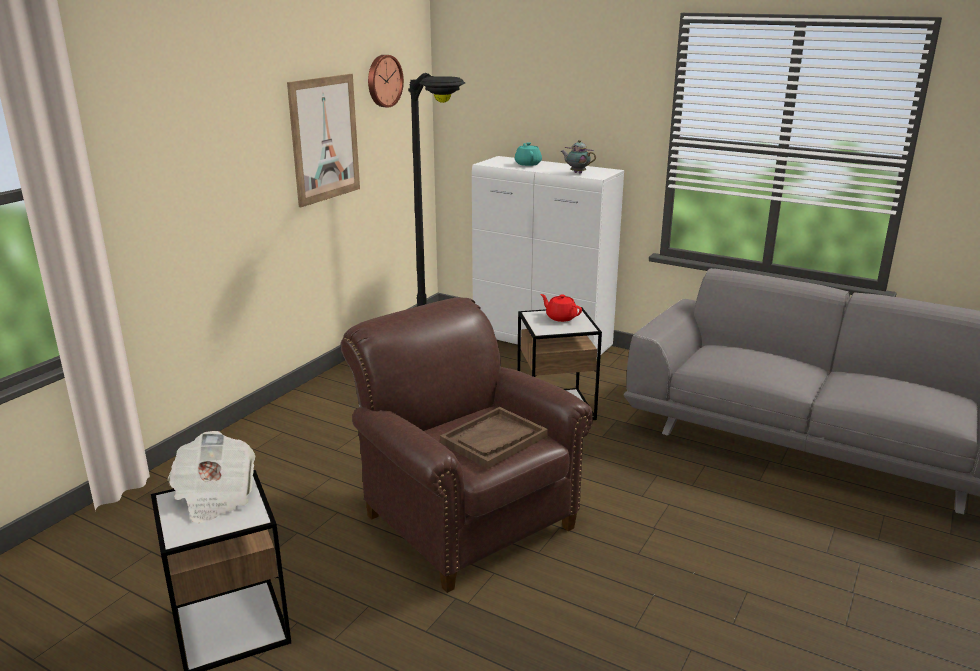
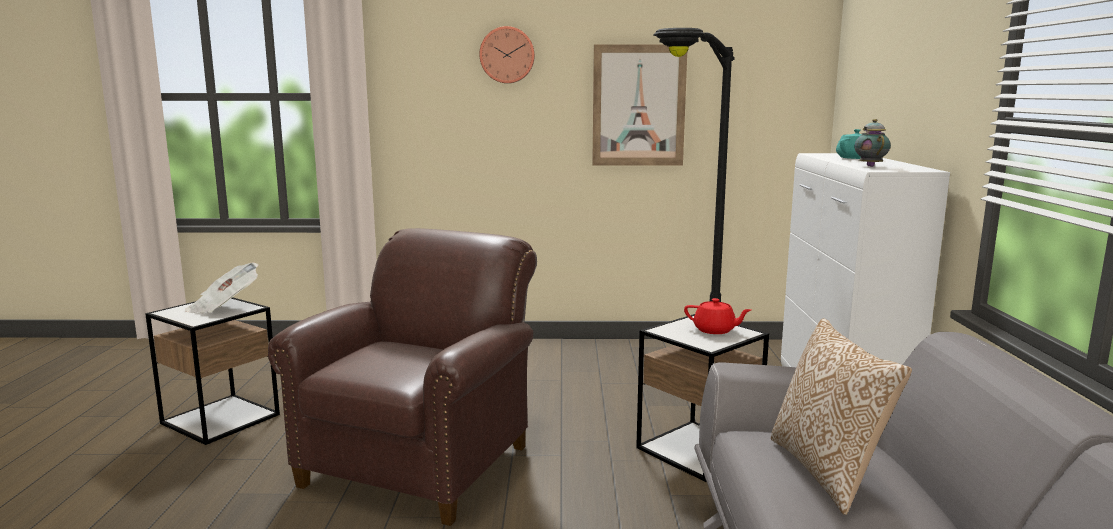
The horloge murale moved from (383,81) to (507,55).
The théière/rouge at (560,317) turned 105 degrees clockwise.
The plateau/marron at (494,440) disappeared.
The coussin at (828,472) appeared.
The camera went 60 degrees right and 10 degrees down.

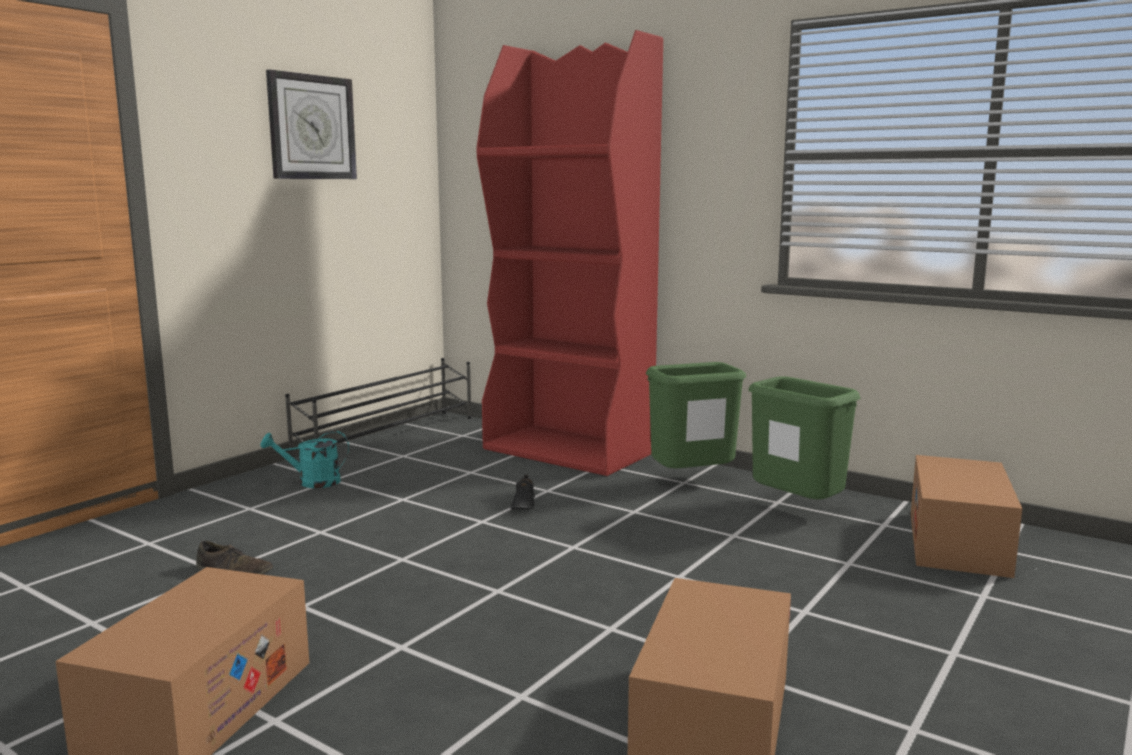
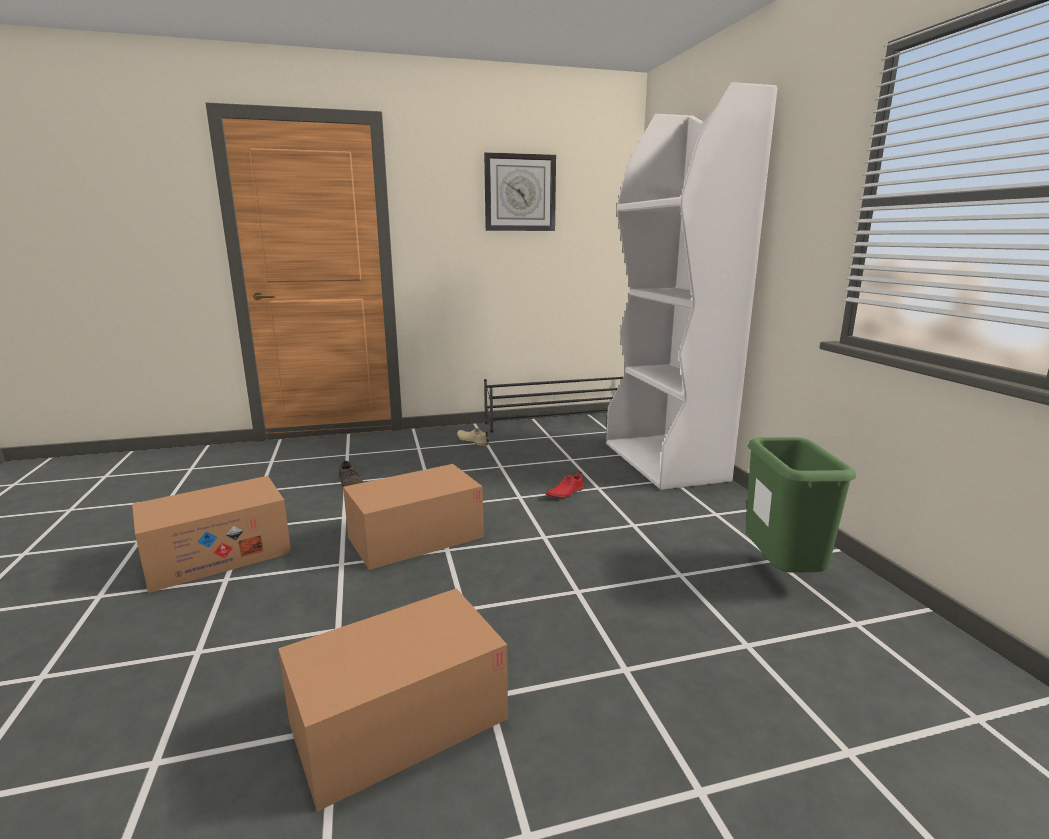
The bibliothèque/rouge at (569,451) became the bibliothèque/blanc at (665,462).
The poubelle/vert at (692,482) disappeared.
The arrosoir/turquoise at (311,482) was replaced by the chaussure/beige at (472,441).
The carton moved from (958,543) to (416,537).
The chaussure/noir at (523,504) became the chaussure/rouge at (565,493).
The camera went 40 degrees right and 5 degrees up.

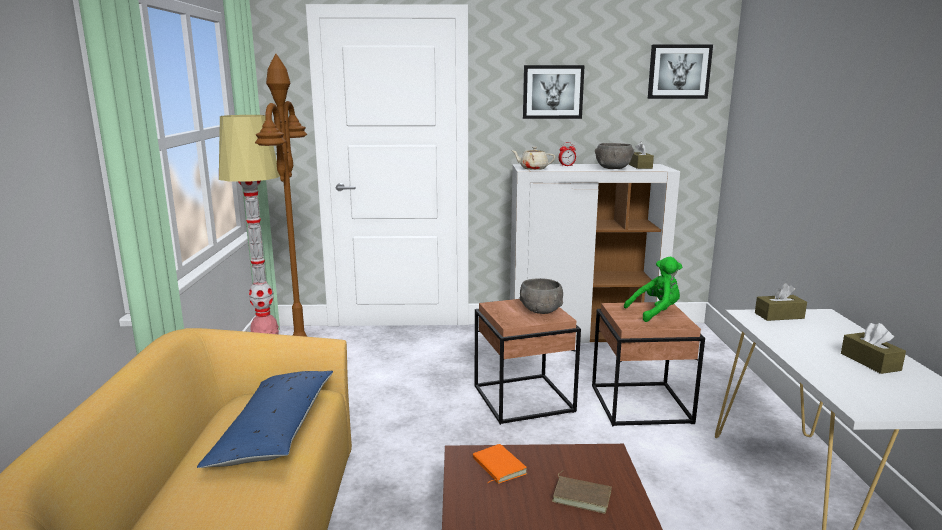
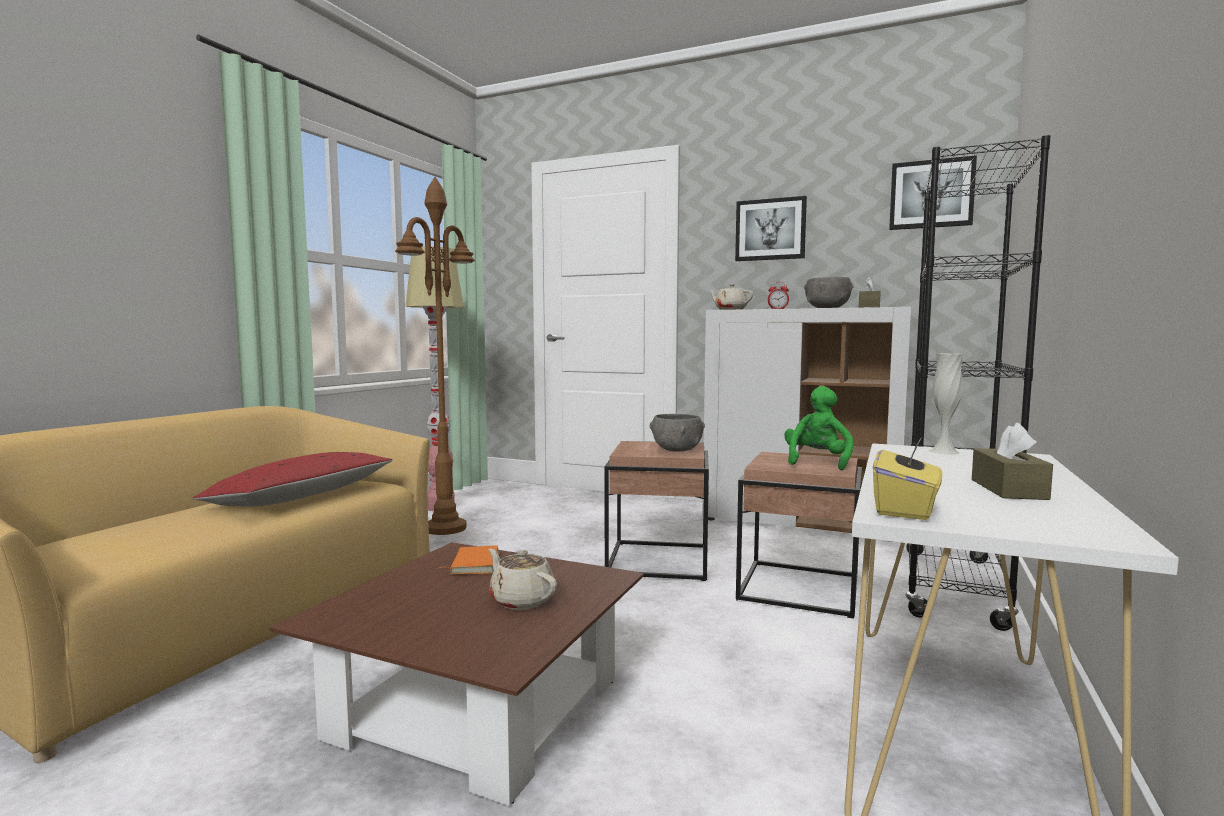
The peluche/vert at (655,312) turned 75 degrees counterclockwise.
The boîte à mouchoirs/marron at (779,316) was replaced by the vase/blanc at (943,451).
The coussin/bleu at (275,431) became the coussin/rouge at (302,497).
The livre/marron at (582,496) was replaced by the théière/beige at (521,600).
The bibliothèque/noir at (952,587) appeared.
The boîte à mouchoirs/jaune at (905,509) appeared.
The camera went 25 degrees right and 10 degrees down.

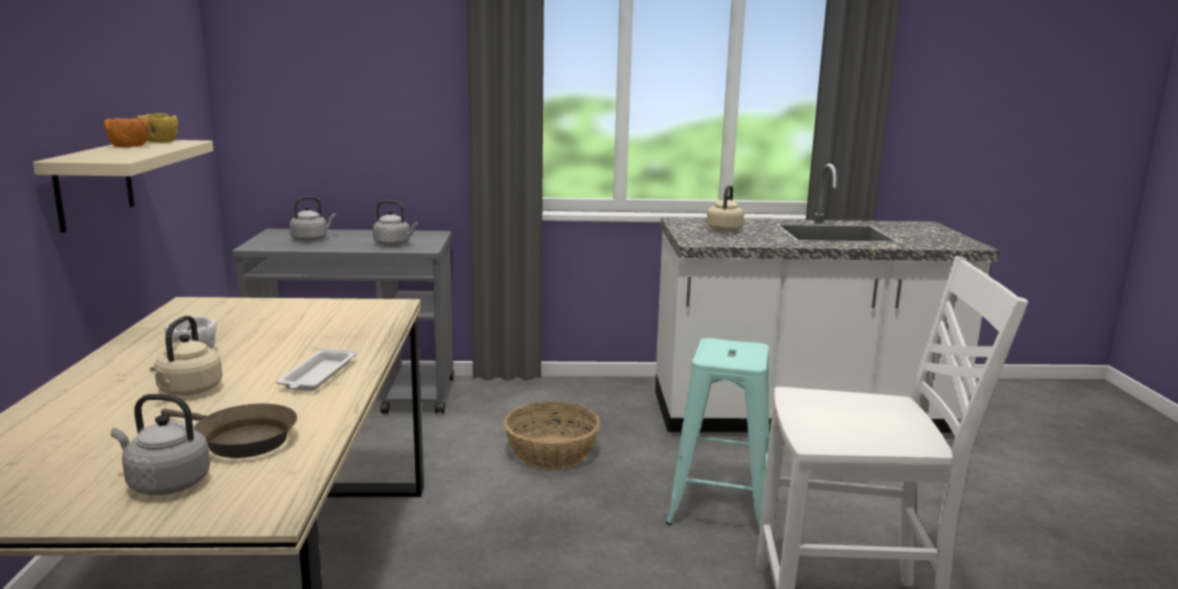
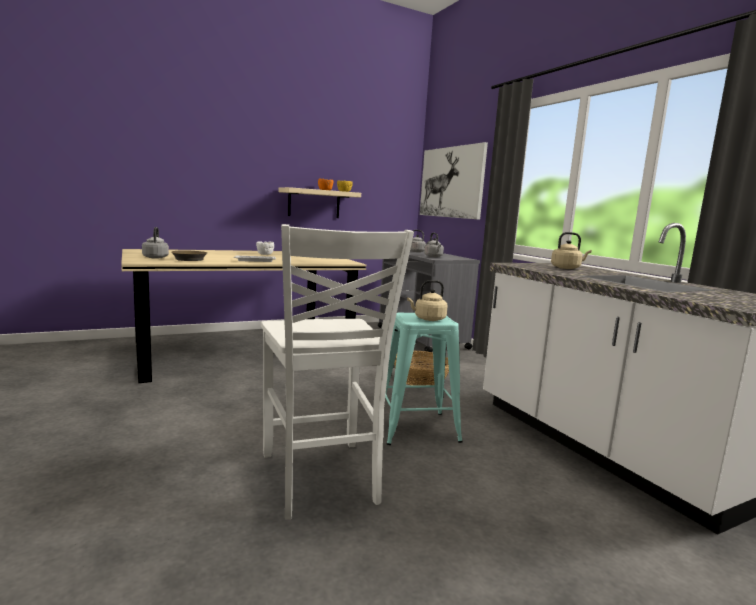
The bouilloire/beige moved from (188,391) to (428,319).
The tableau at (451,182) appeared.
The camera went 65 degrees right and 5 degrees down.

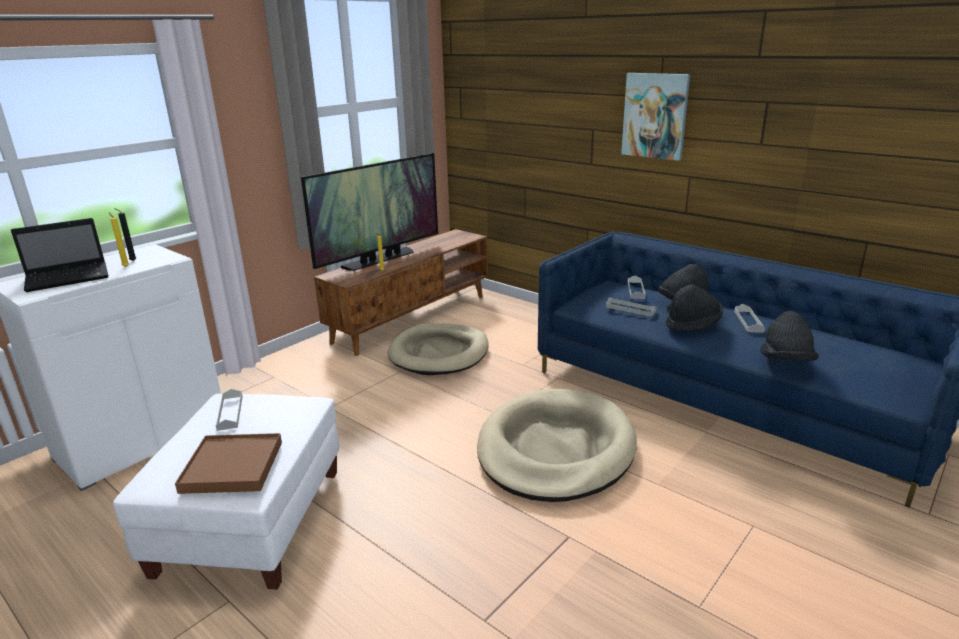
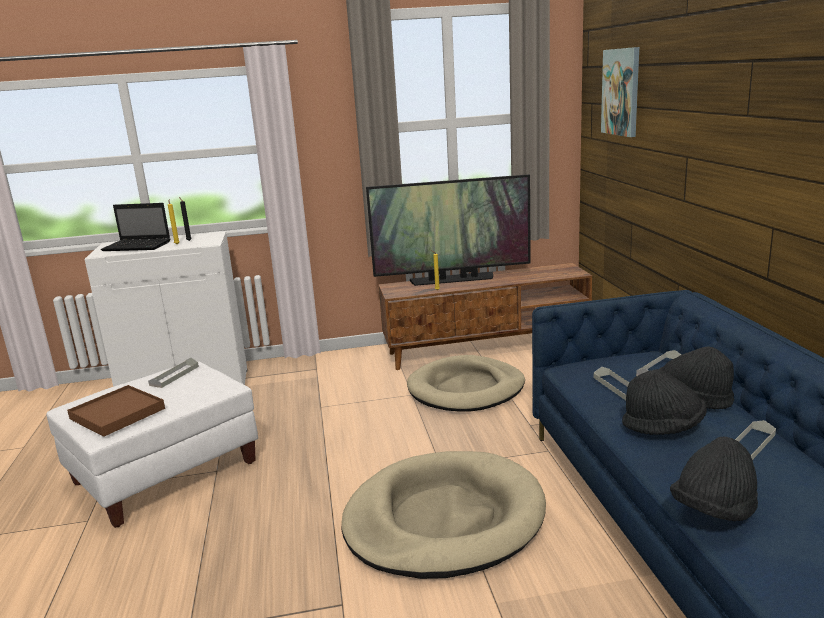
The tableau moved from (655,116) to (621,92).
The camera went 40 degrees right and 5 degrees down.

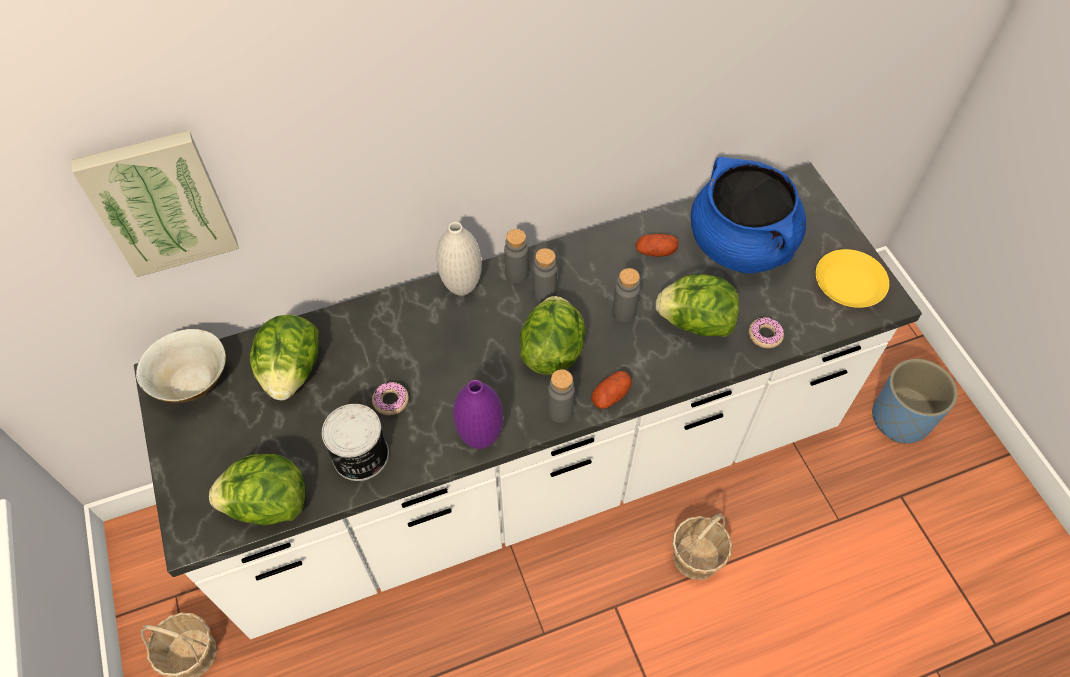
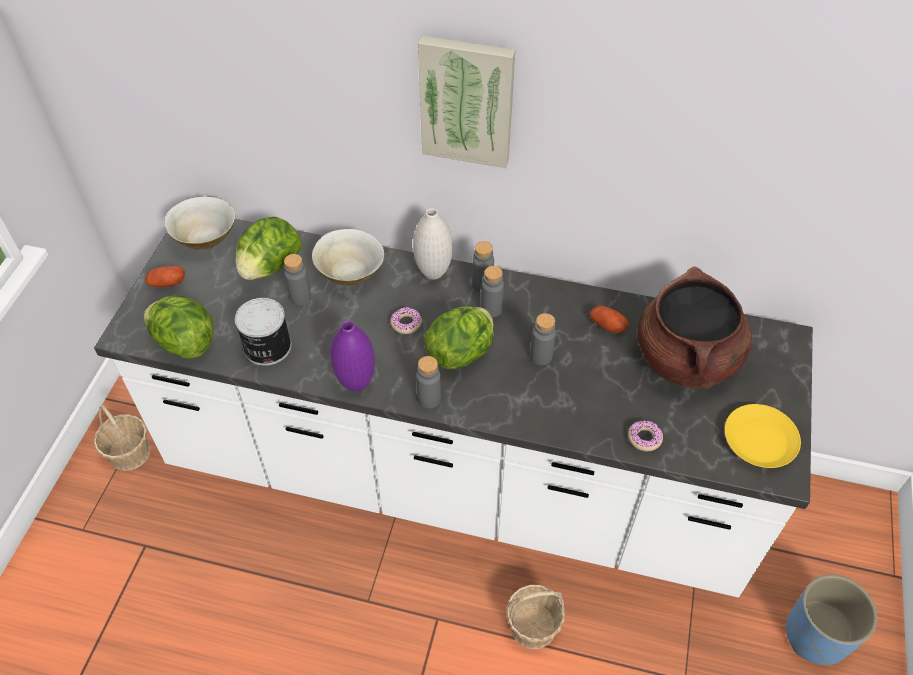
The tableau moved from (160,202) to (467,100).
The marmite/bleu at (741,245) became the marmite/marron at (686,358).
The laitue at (695,322) disappeared.
The pomme de terre moved from (610,396) to (167,283).
The beignet moved from (391,401) to (406,323).
The bol/beige at (350,272) appeared.
The bouteille/gris at (300,297) appeared.
The camera went 35 degrees right and 5 degrees down.

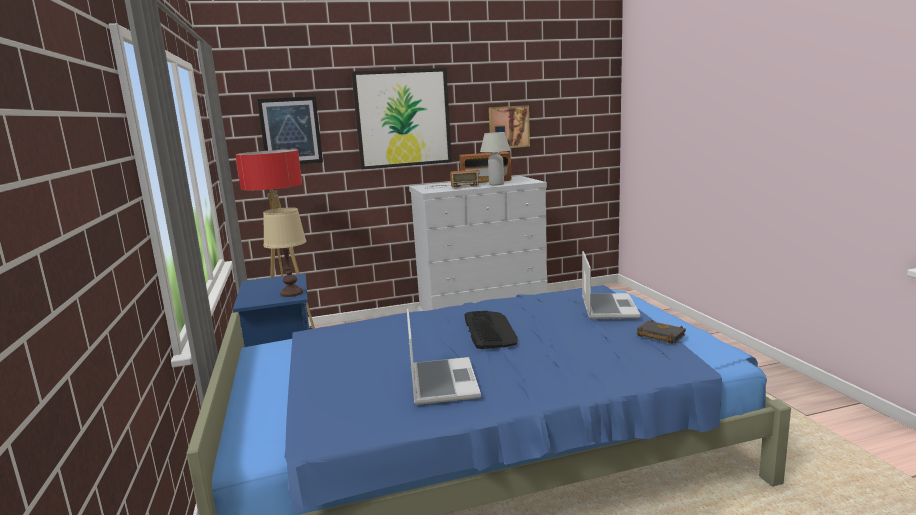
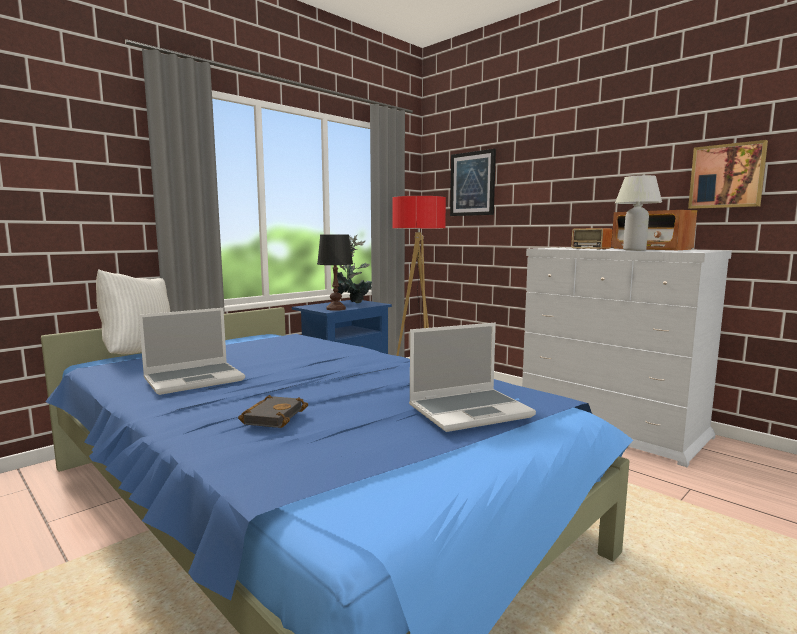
The tableau at (403,118) disappeared.
The lampe de table/beige at (292,293) became the lampe de table/noir at (336,309).
The clavier at (489,330) disappeared.
The livre/noir moved from (659,336) to (273,416).
The plante en pot at (352,302) appeared.
The coussin/blanc at (140,354) appeared.
The camera went 60 degrees right and 5 degrees down.

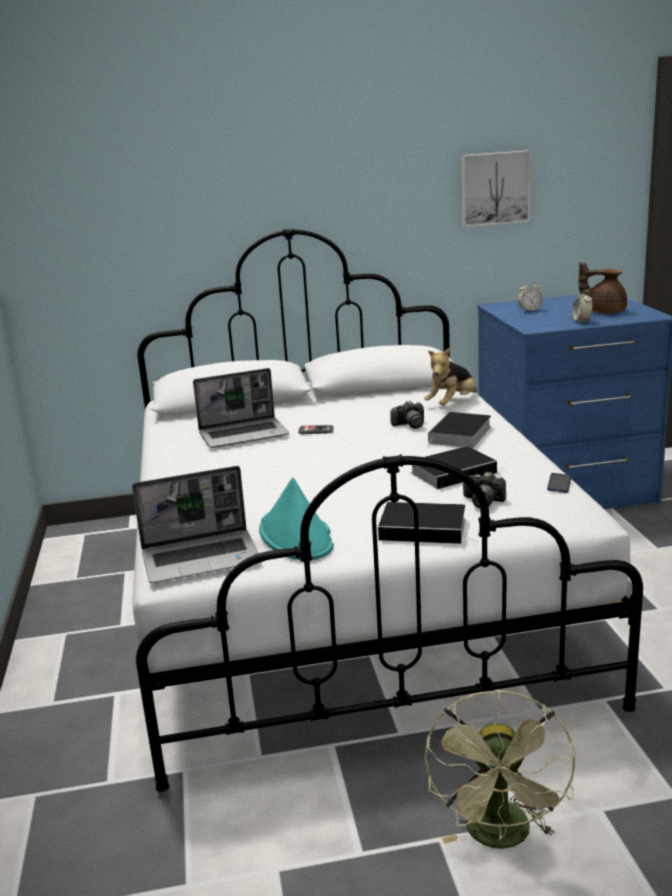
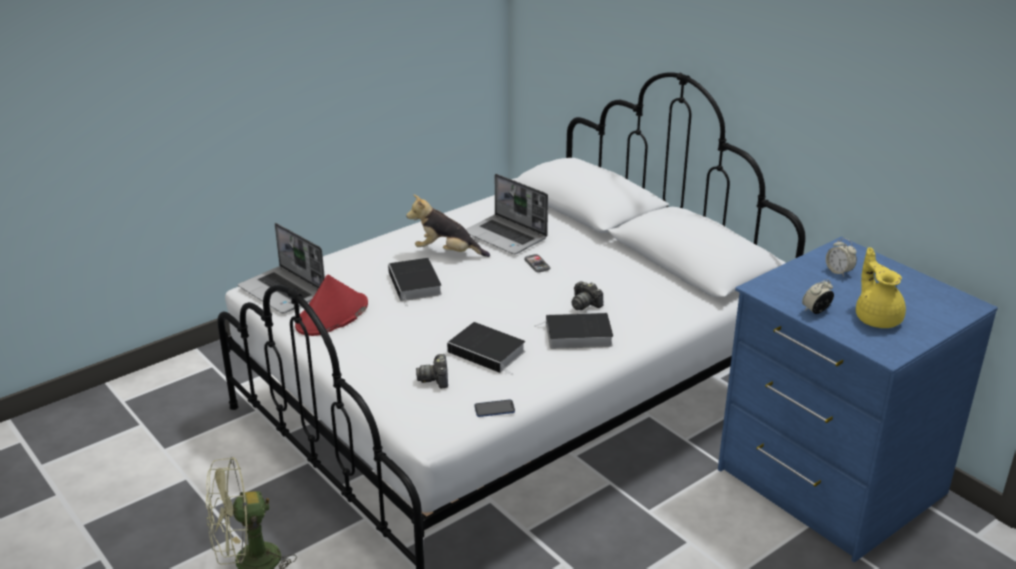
The tableau at (494,188) disappeared.
The théière/marron at (604,311) became the théière/jaune at (877,318).
The peluche moved from (452,404) to (447,253).
The chapeau/turquoise at (296,536) became the chapeau/rouge at (332,315).
The livre moved from (426,528) to (415,284).
The camera went 60 degrees right and 10 degrees up.

